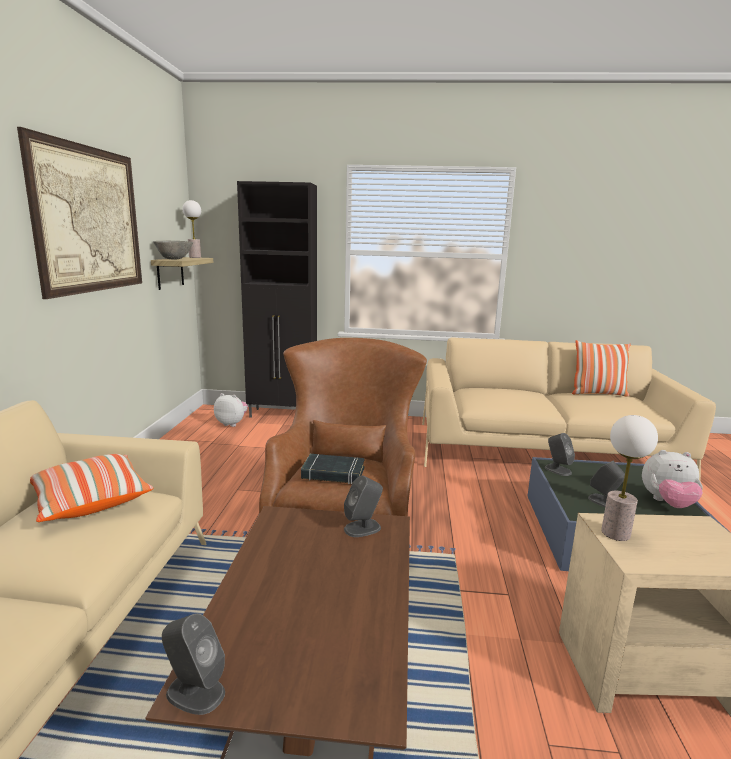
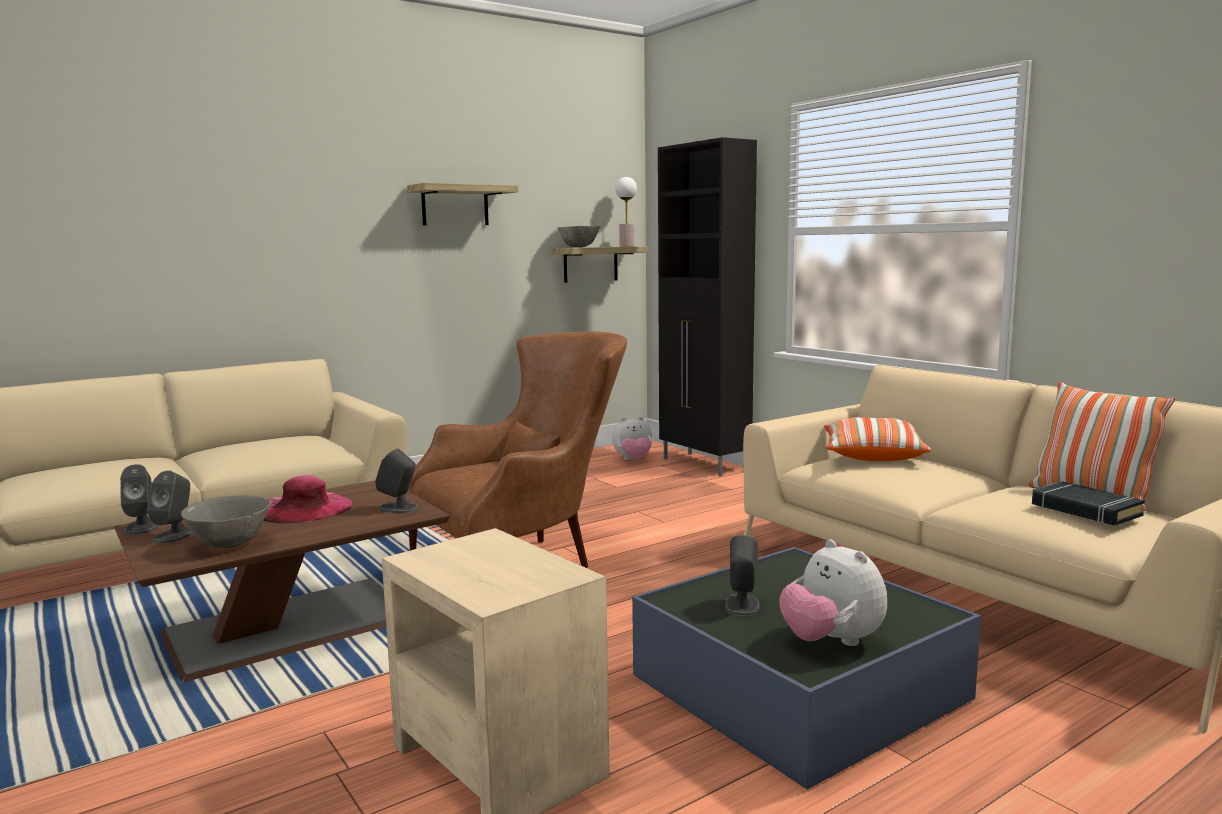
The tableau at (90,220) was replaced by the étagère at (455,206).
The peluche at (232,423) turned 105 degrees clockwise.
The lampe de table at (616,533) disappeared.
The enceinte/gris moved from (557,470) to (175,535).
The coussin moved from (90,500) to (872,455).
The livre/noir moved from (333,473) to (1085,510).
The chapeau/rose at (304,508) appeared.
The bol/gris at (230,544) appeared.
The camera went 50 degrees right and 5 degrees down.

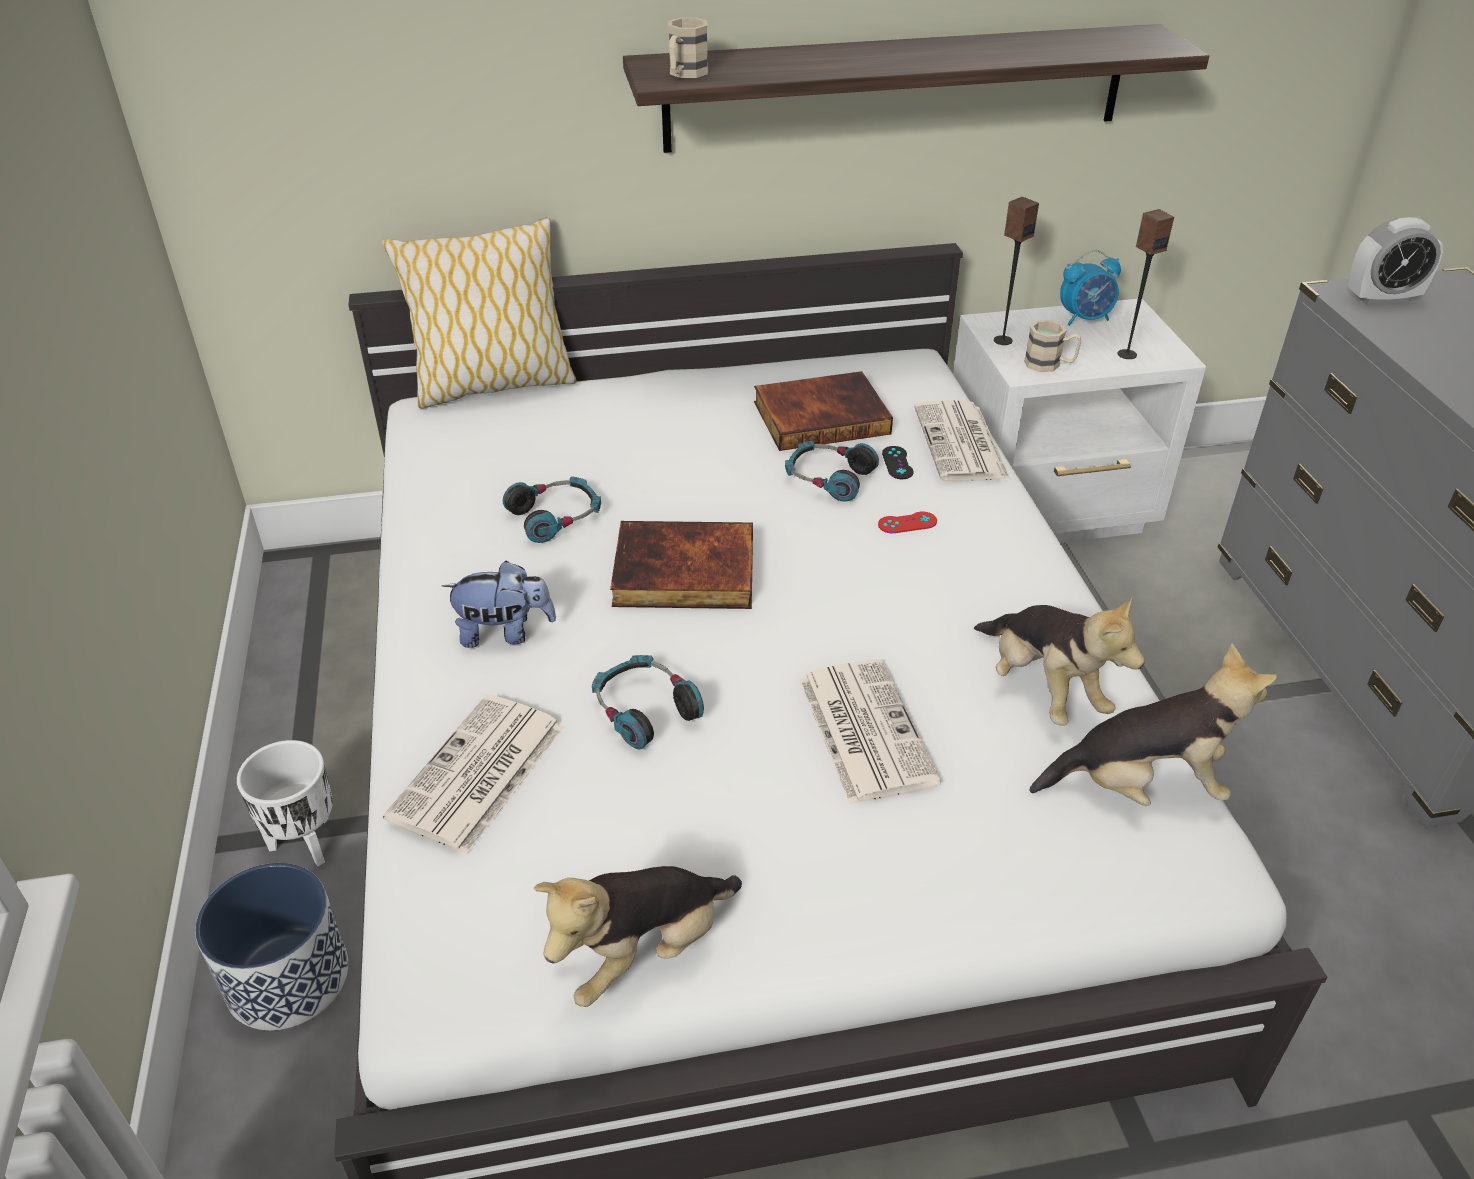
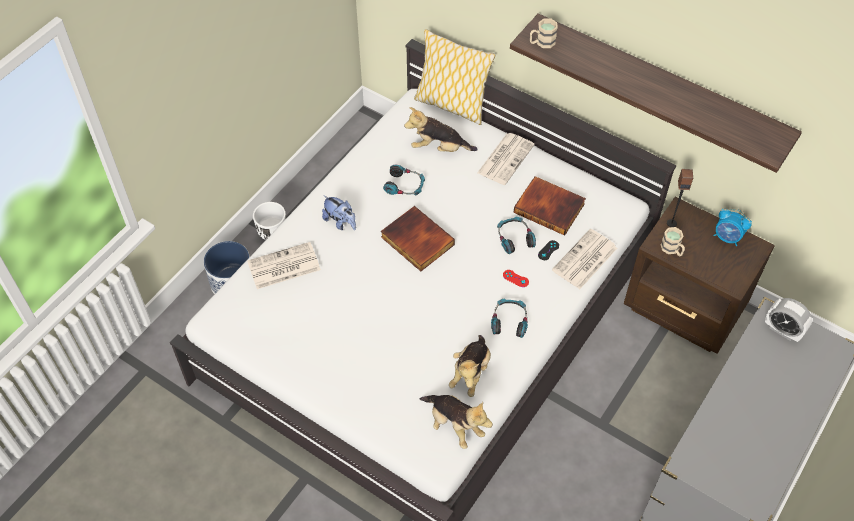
The enceinte at (1126,354) disappeared.
The table de chevet/blanc at (1050,510) became the table de chevet/marron at (684,310).
The casque audio moved from (645,709) to (509,321).
The journal moved from (864,729) to (505,158).
The peluche moved from (643,952) to (439,148).
The camera went 45 degrees right and 15 degrees up.

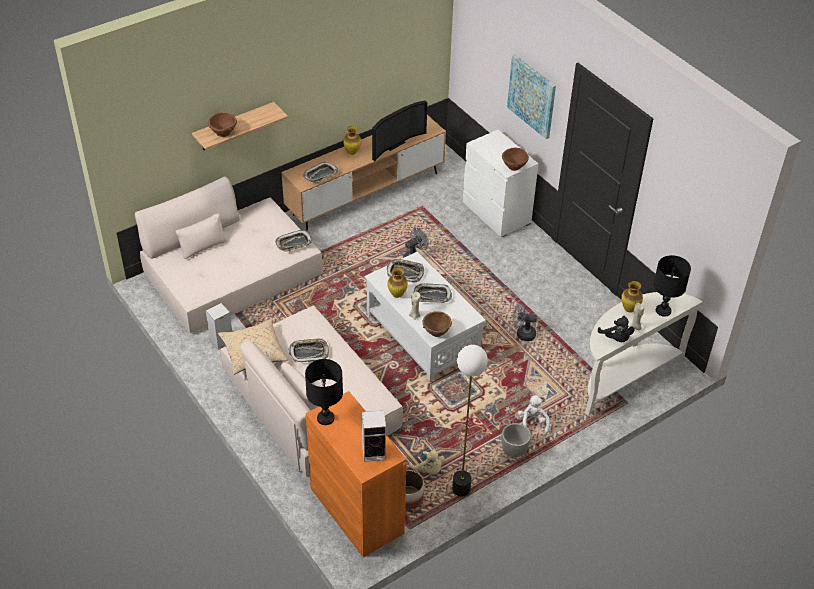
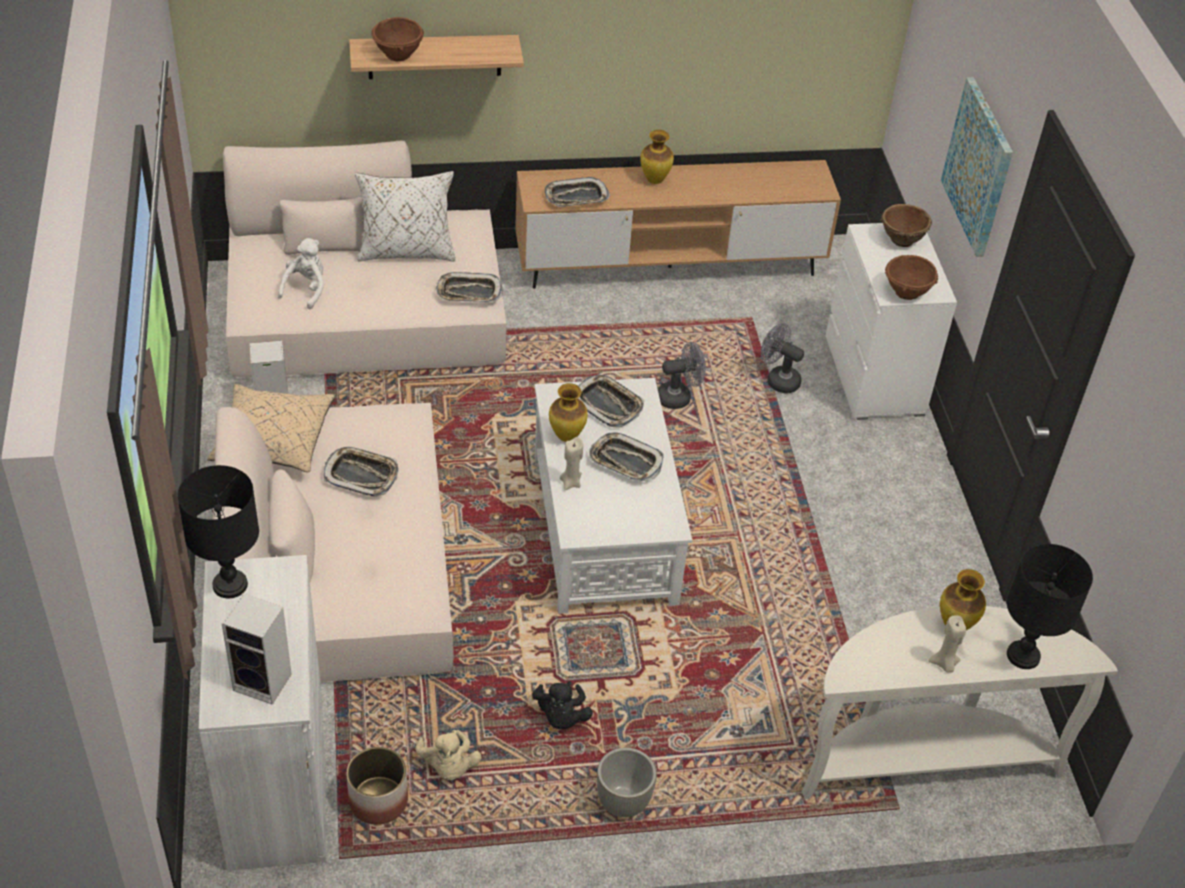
The téléviseur at (393,144) disappeared.
The ventilateur/gris moved from (522,334) to (778,379).
The bol/marron moved from (436,332) to (901,240).
The peluche/noir moved from (616,338) to (561,717).
The lampadaire at (461,489) disappeared.
The meuble de rangement/orange at (356,510) became the meuble de rangement/blanc at (276,782).
The peluche/blanc moved from (532,423) to (306,289).
The coussin/blanc at (406,251) appeared.
The camera went 25 degrees right and 0 degrees up.

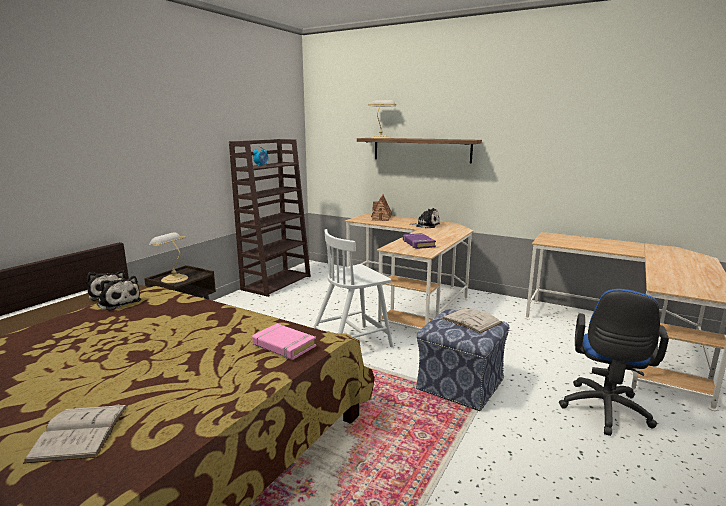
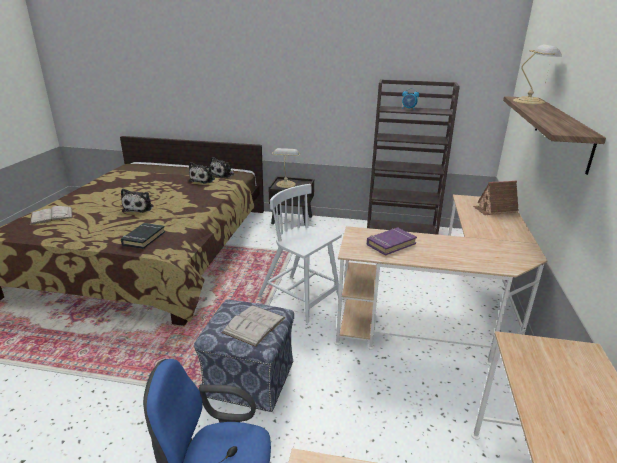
The peluche moved from (426,225) to (139,208).
The livre/rose at (283,345) became the livre/noir at (143,238).
The camera went 70 degrees right and 10 degrees up.

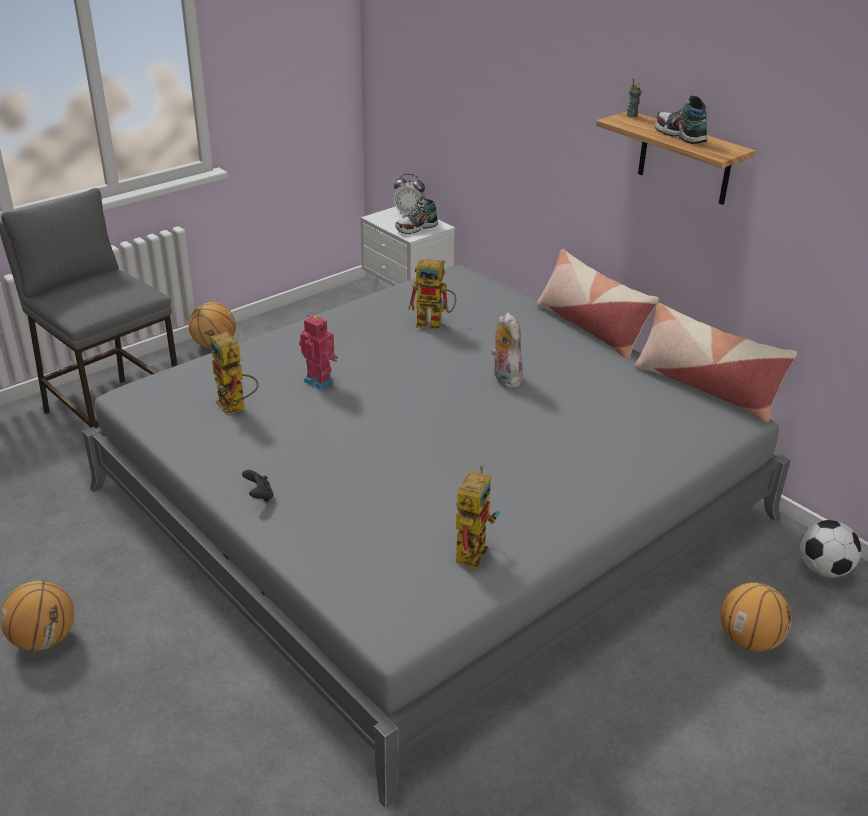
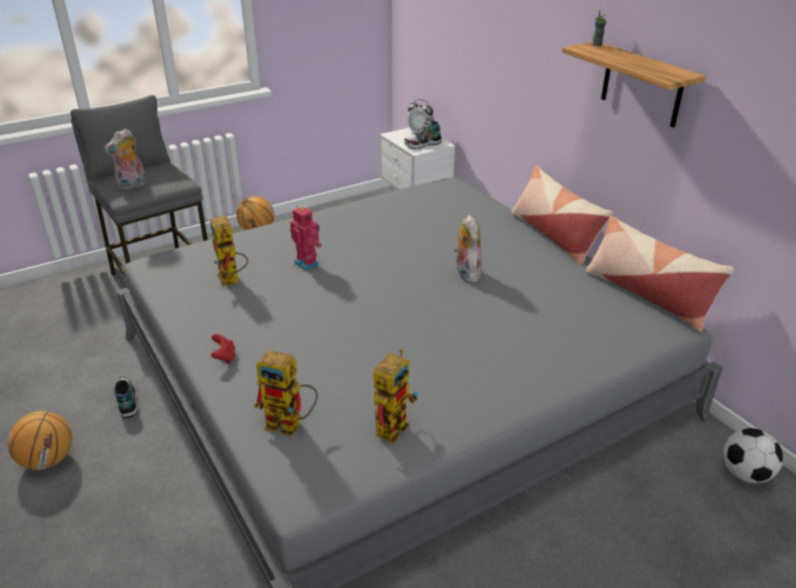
The chaussure moved from (679,135) to (126,402).
The robot jouet moved from (435,323) to (291,424).
The manette/noir at (259,496) became the manette/rouge at (224,357).
The ballon de basket at (749,640) disappeared.
The peluche at (132,186) appeared.
The camera went 10 degrees right and 0 degrees up.

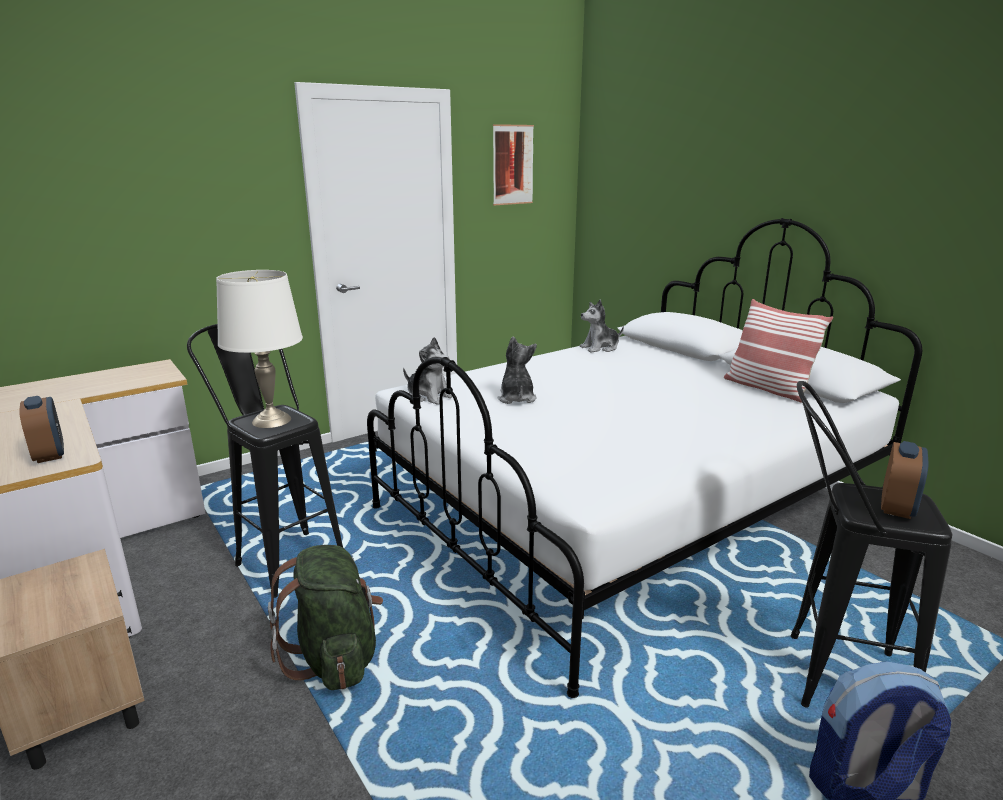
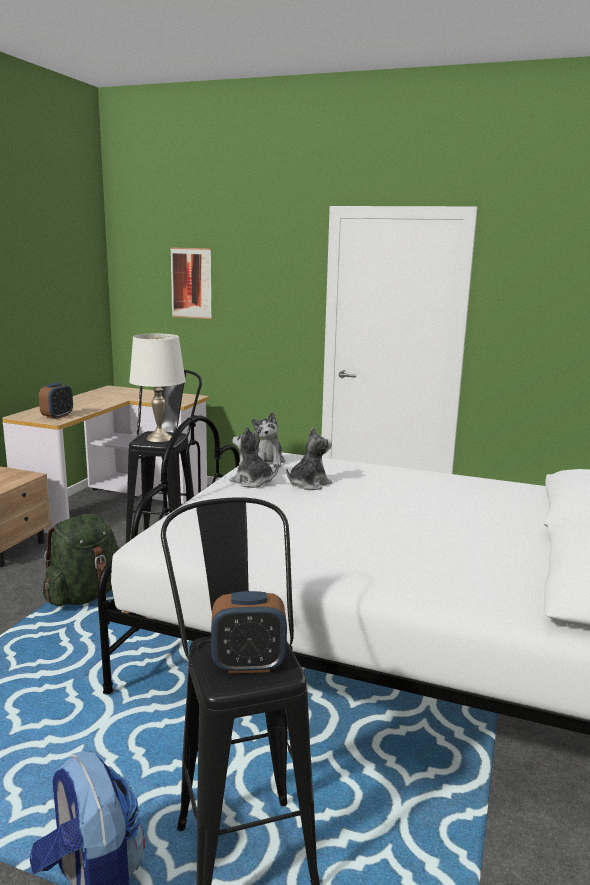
The tableau moved from (512,165) to (191,283).
The coussin at (767,388) disappeared.
The peluche moved from (600,348) to (252,482).
The camera went 55 degrees right and 5 degrees down.

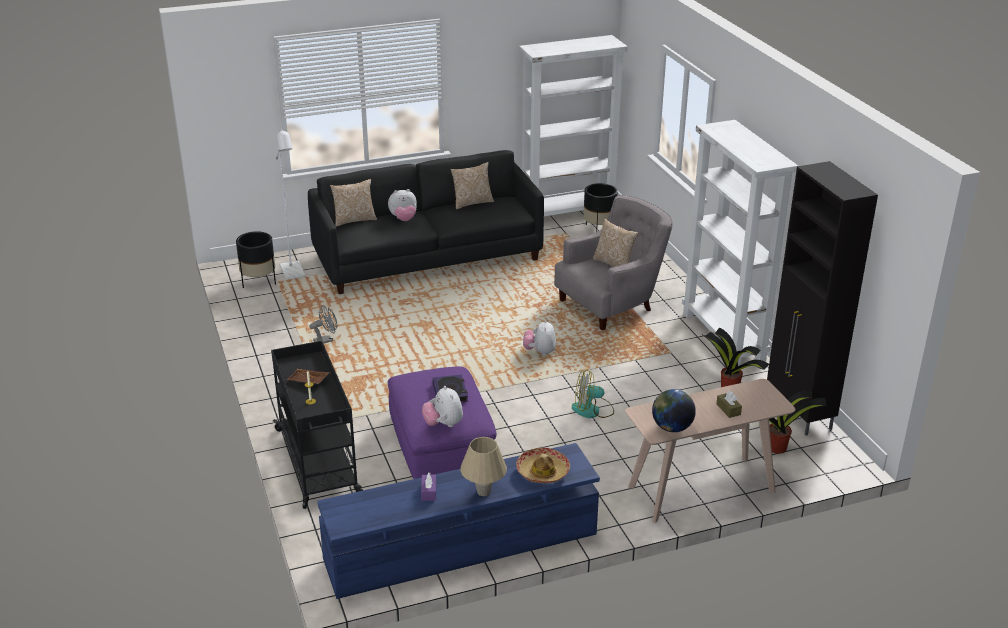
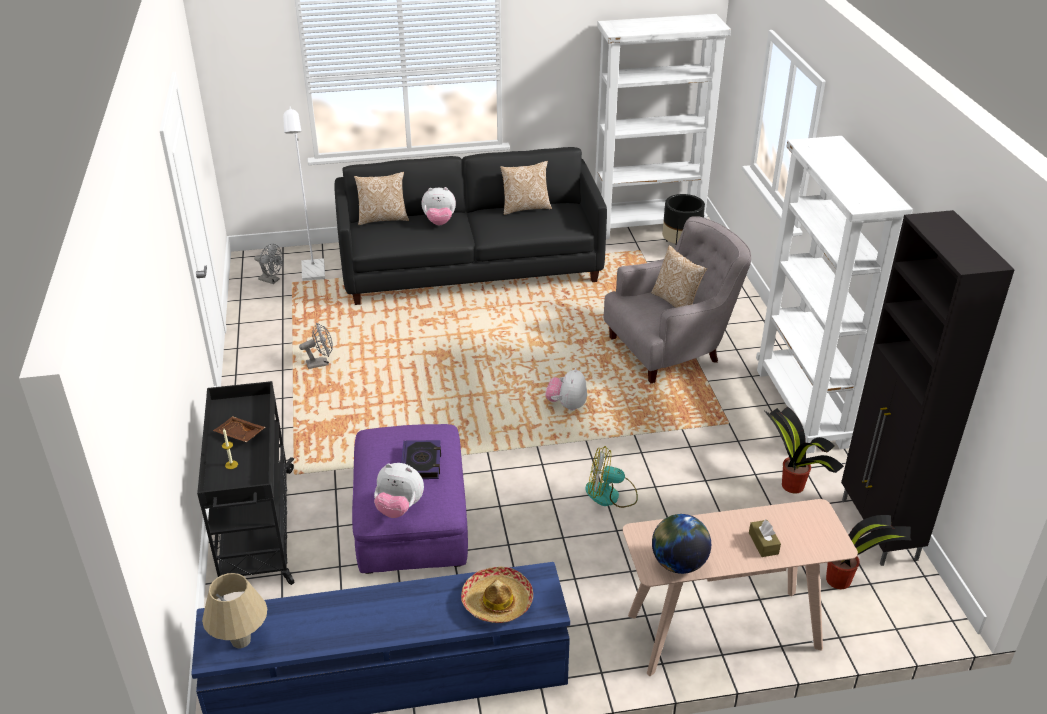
The cache-pot/noir at (259,281) was replaced by the ventilateur/gris at (272,280).
The peluche at (443,424) turned 60 degrees counterclockwise.
The lampe de table/beige moved from (483,492) to (241,641).
The boîte à mouchoirs/violet at (428,492) disappeared.
The camera went 10 degrees right and 5 degrees up.

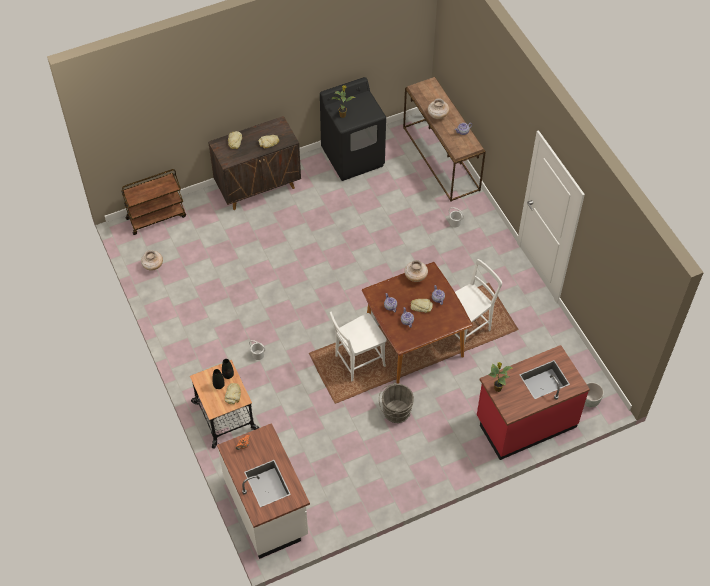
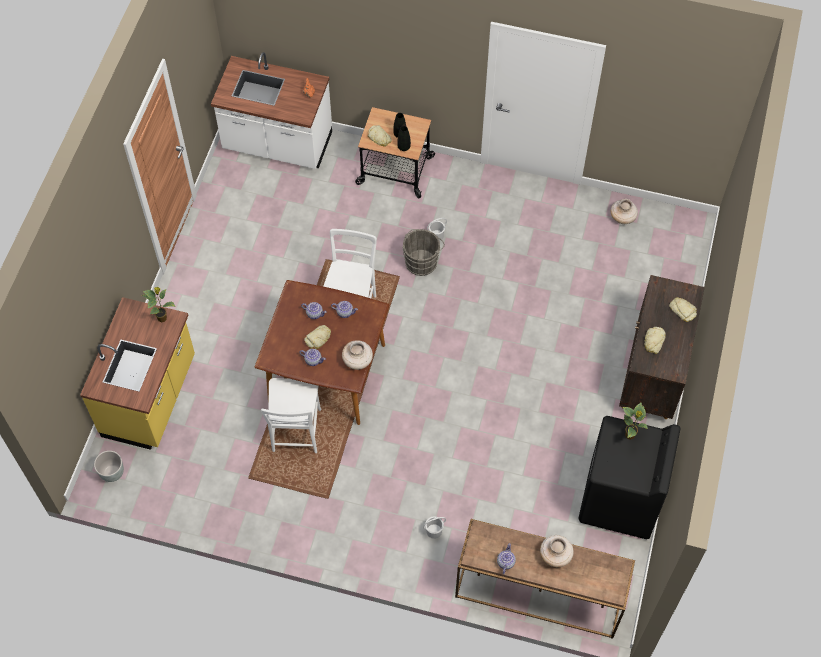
The chariot/marron at (156,217) disappeared.
The comptoir de cuisine/rouge at (525,422) became the comptoir de cuisine/jaune at (150,397).
The seau/gris moved from (395,412) to (422,261).
The camera went 130 degrees right and 5 degrees up.

